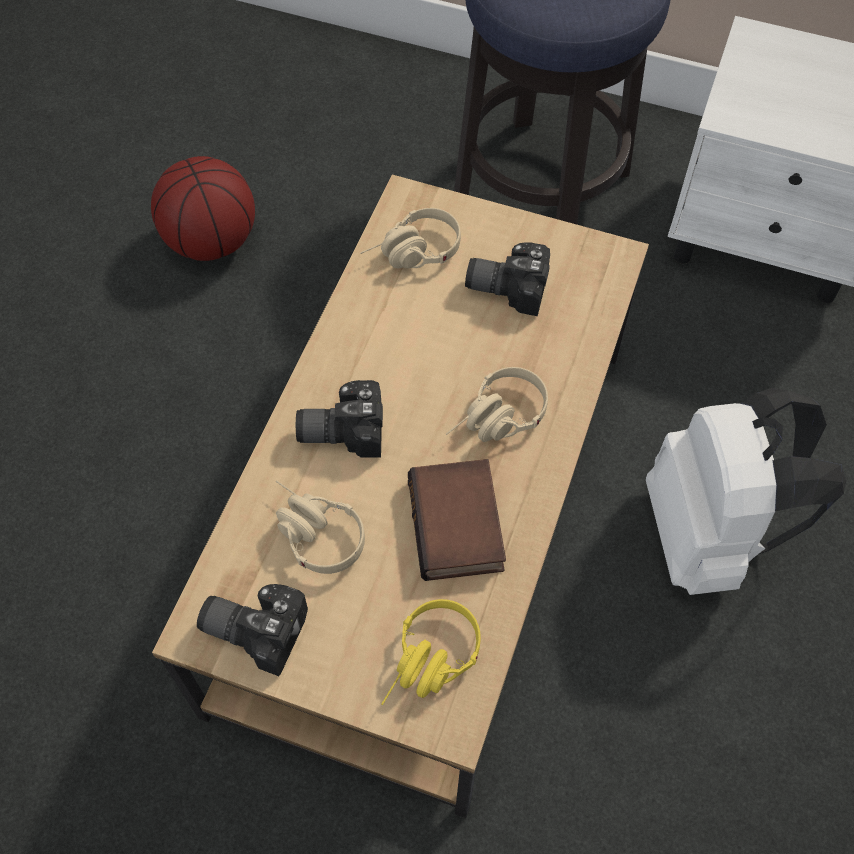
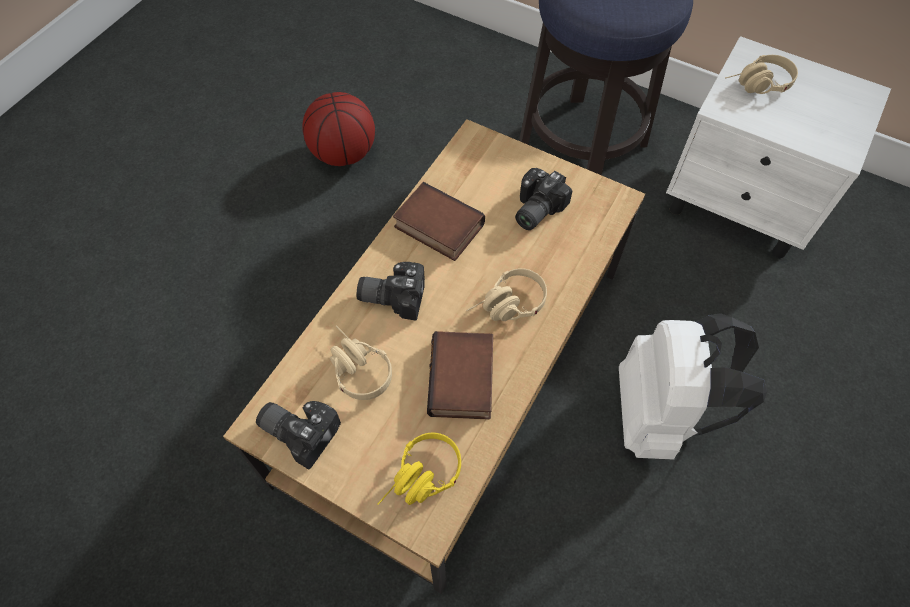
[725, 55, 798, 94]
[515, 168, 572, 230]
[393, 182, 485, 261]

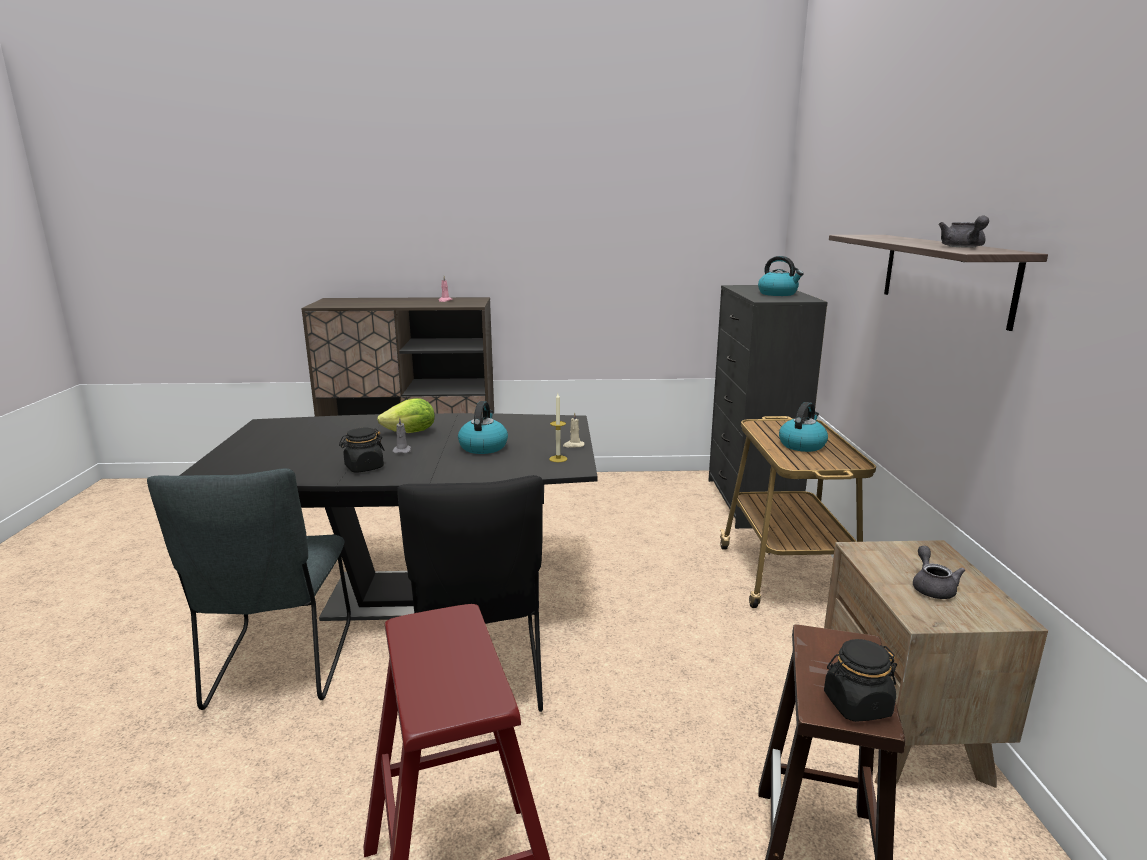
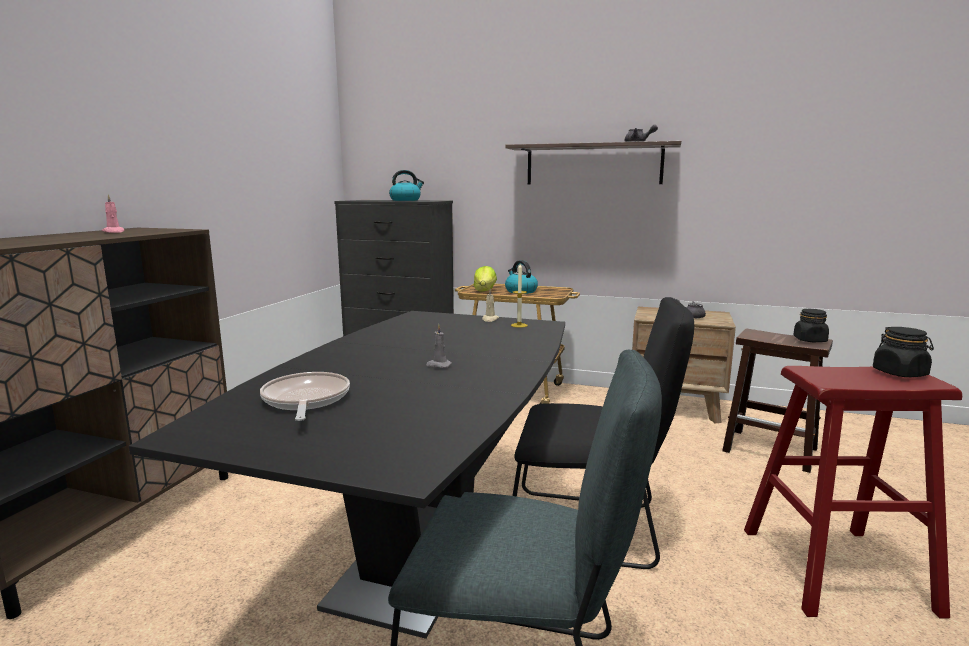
[873, 327, 934, 377]
[474, 266, 497, 291]
[458, 401, 508, 454] (first image)
[260, 372, 350, 421]

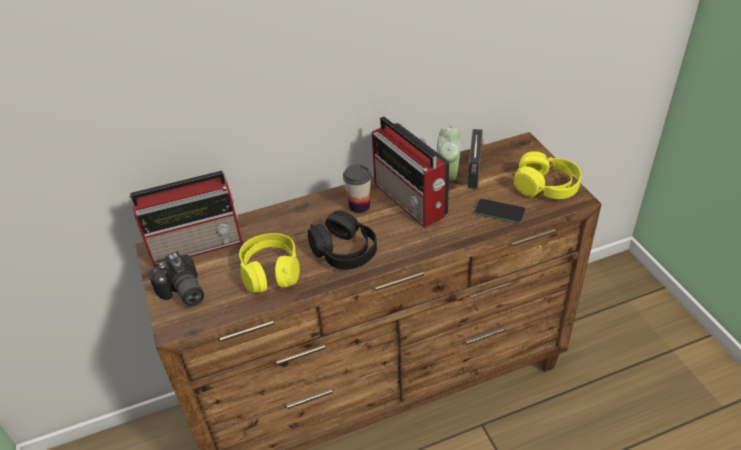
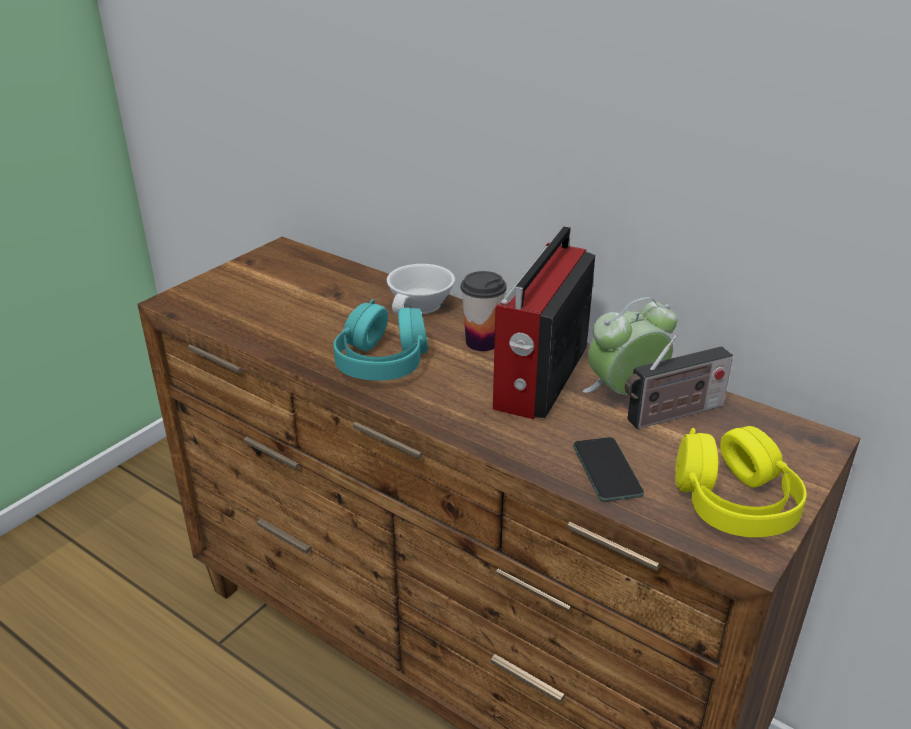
[129, 171, 242, 267] (first image)
[148, 251, 204, 306] (first image)
[239, 233, 300, 293] (first image)
[333, 299, 428, 381]
[387, 264, 455, 315]

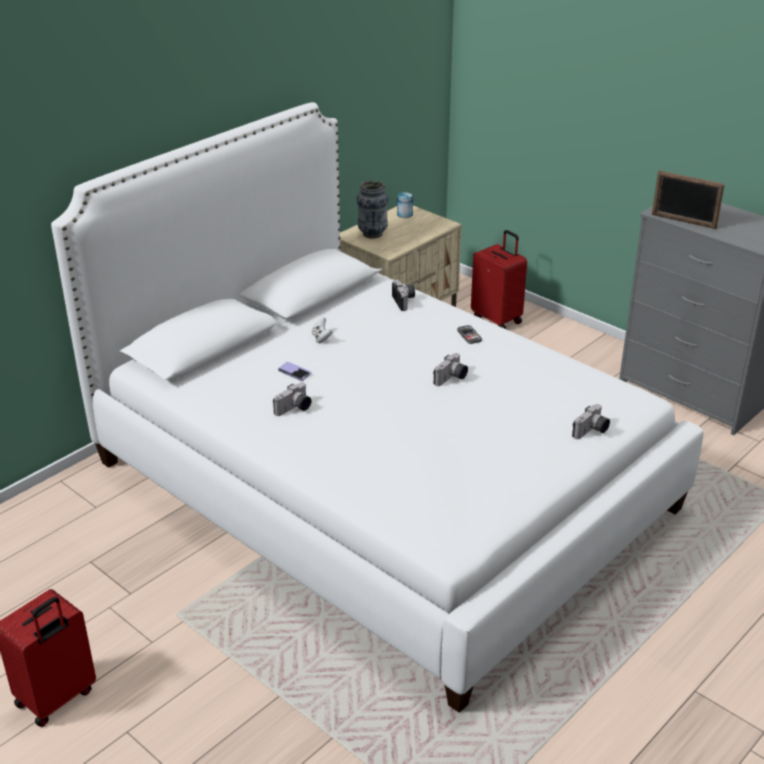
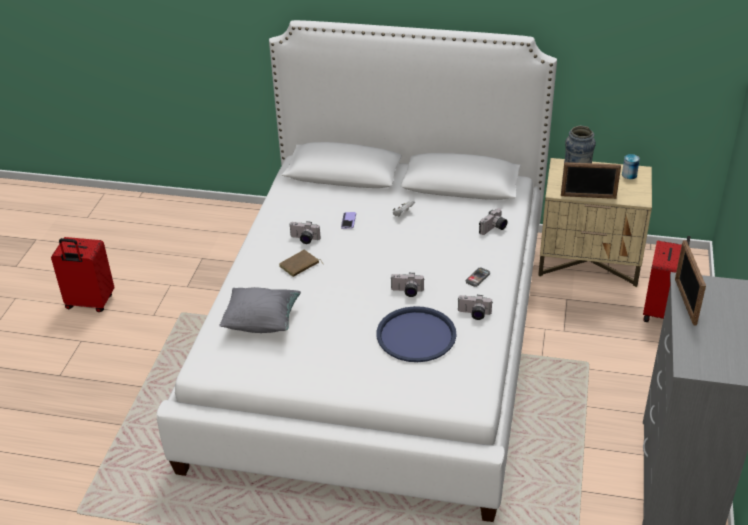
[458, 295, 492, 320]
[219, 287, 301, 333]
[279, 250, 323, 277]
[377, 306, 457, 362]
[561, 162, 621, 199]

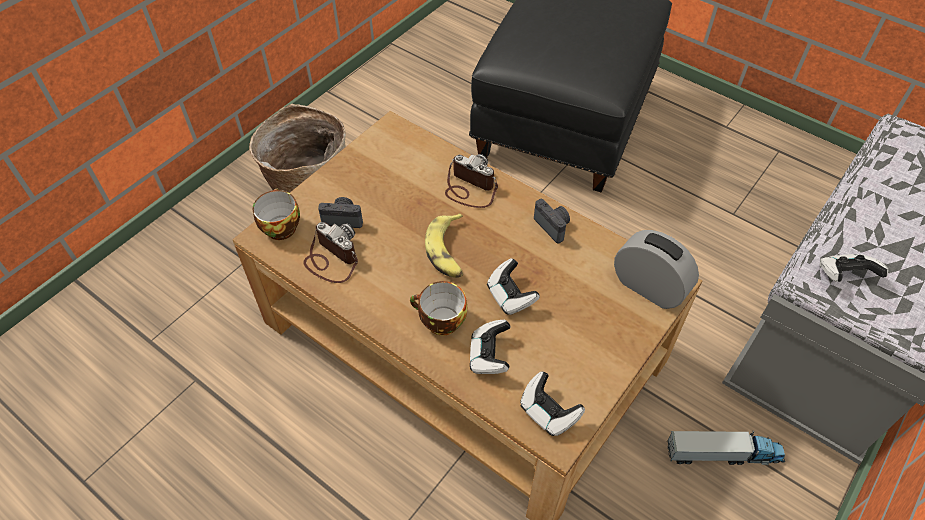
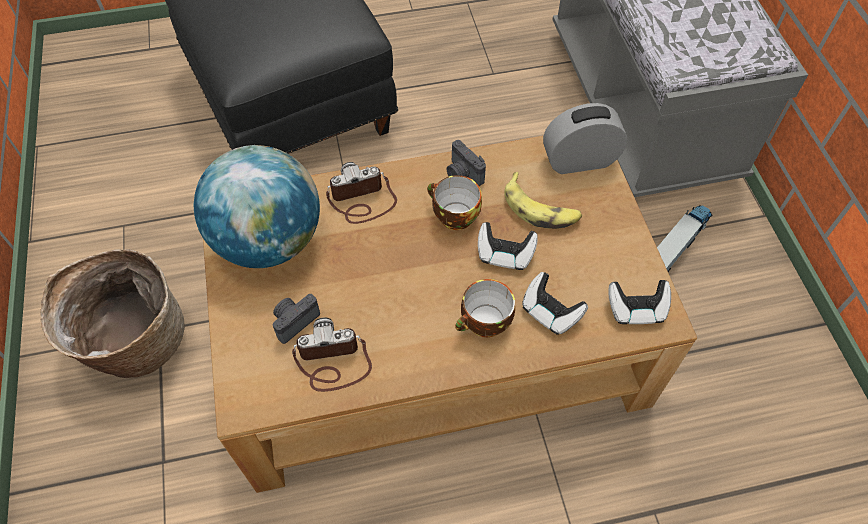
[427, 175, 482, 230]
[505, 172, 582, 229]
[447, 140, 486, 186]
[820, 254, 889, 282] (first image)
[193, 145, 320, 268]

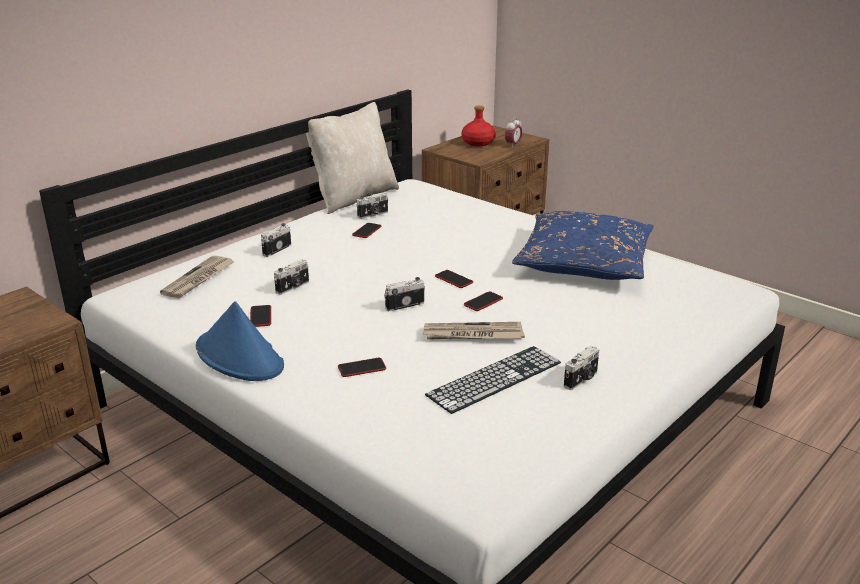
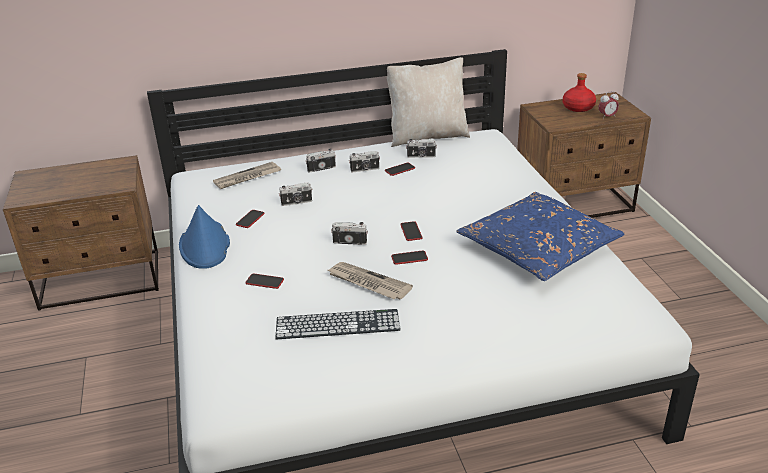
[349, 151, 380, 172]

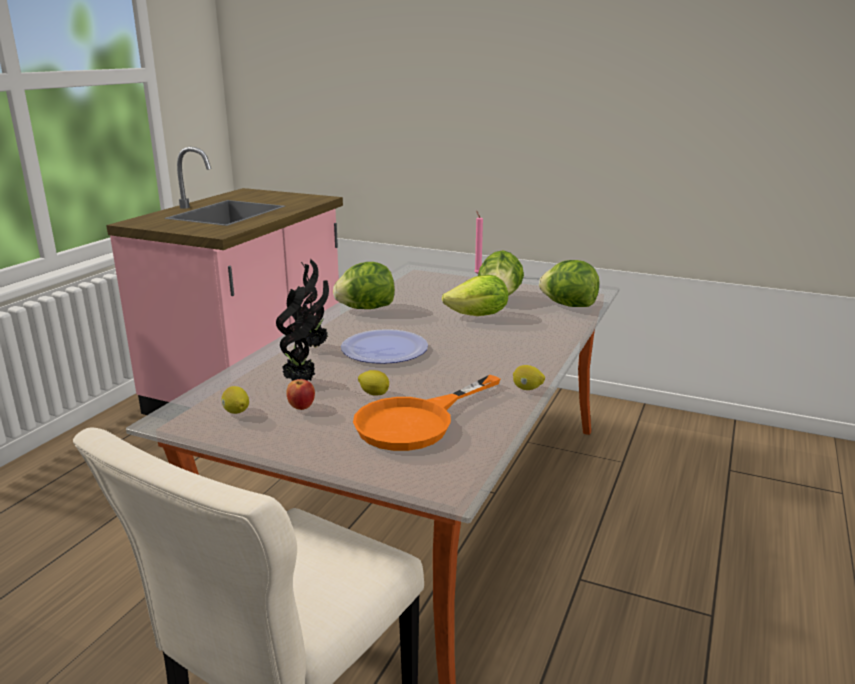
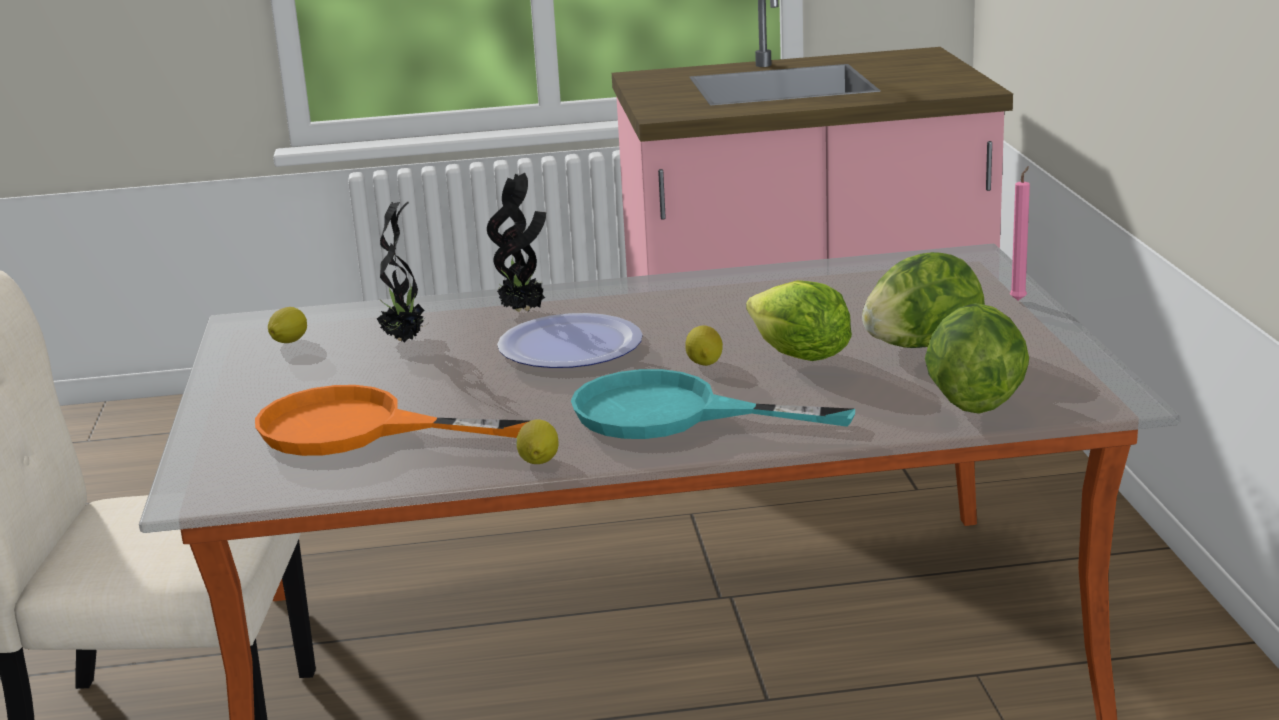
[286, 379, 315, 410] (first image)
[333, 262, 395, 309] (first image)
[685, 325, 723, 366]
[571, 369, 855, 439]

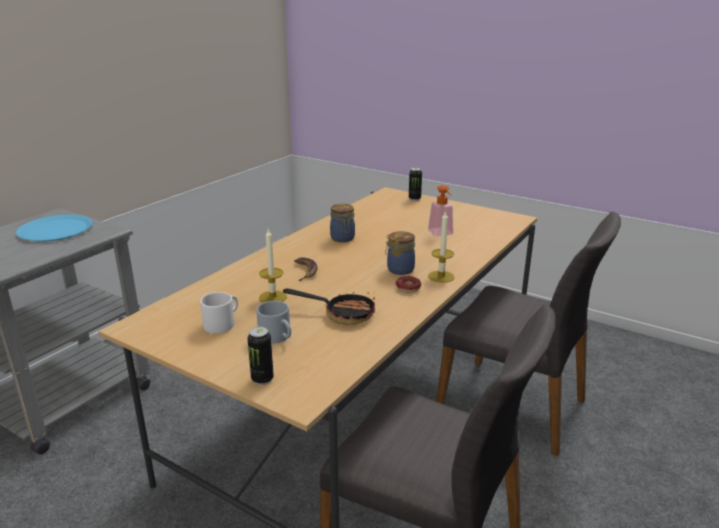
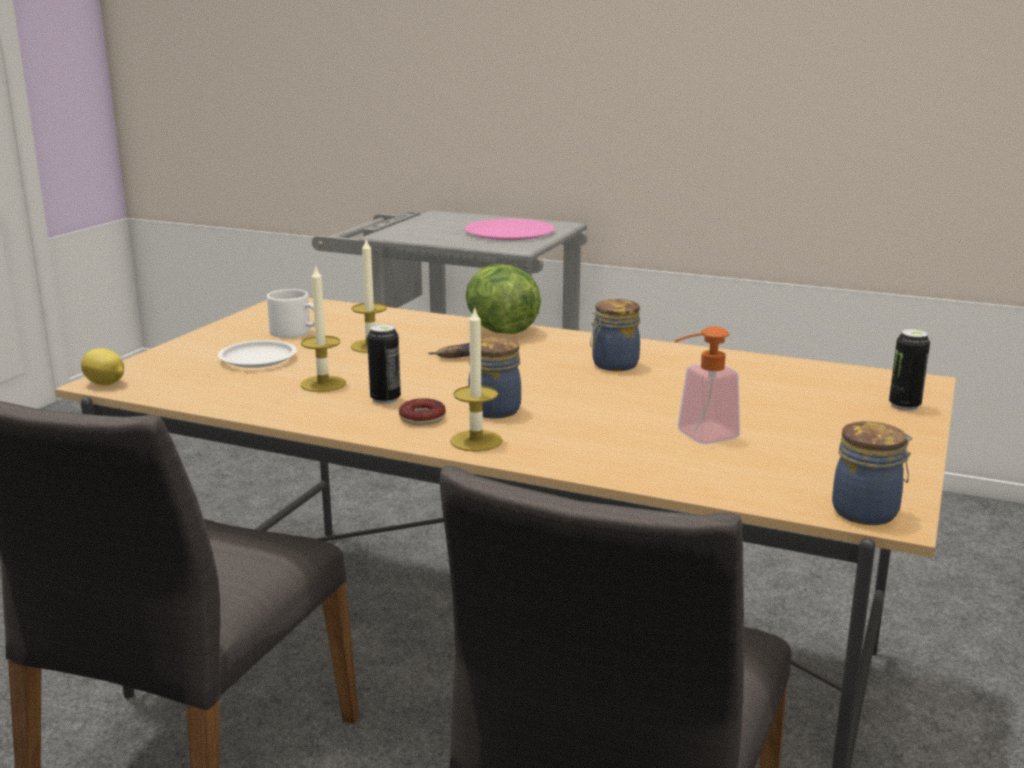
[465, 219, 555, 240]
[367, 324, 401, 404]
[218, 340, 297, 368]
[301, 267, 346, 392]
[81, 348, 124, 385]
[466, 264, 541, 334]
[832, 421, 912, 525]

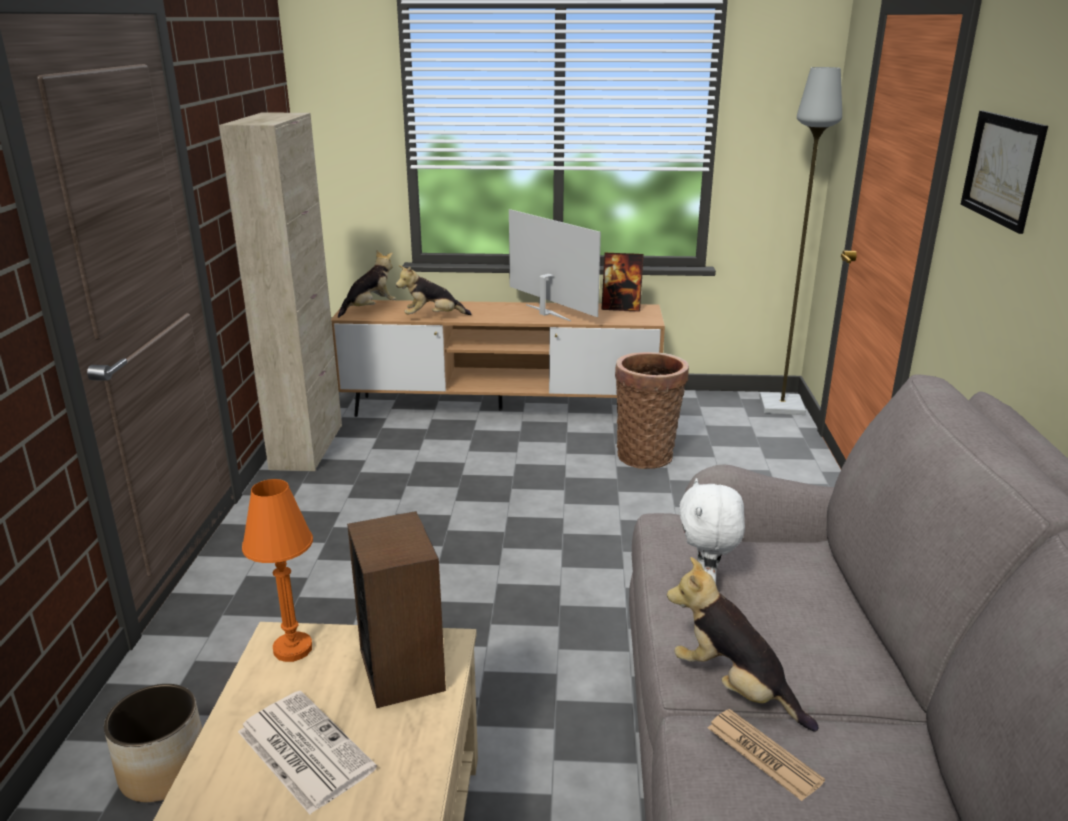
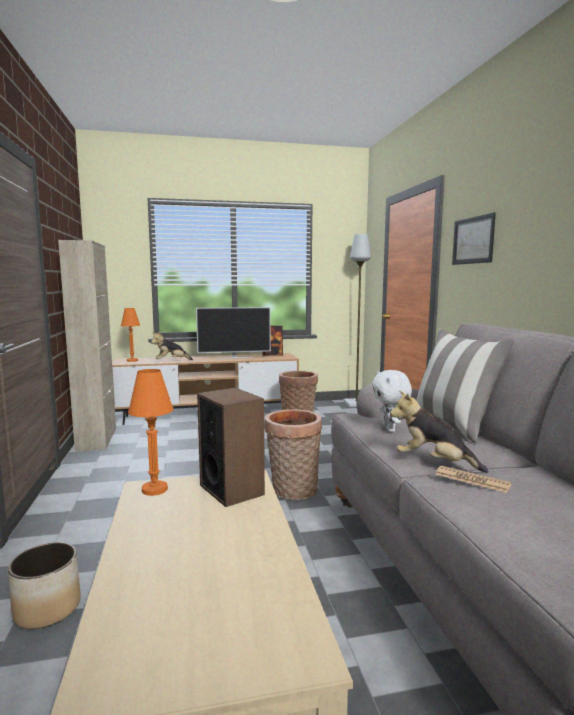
[238, 691, 377, 814] (first image)
[121, 308, 140, 362]
[196, 307, 271, 359]
[265, 409, 322, 500]
[416, 329, 515, 444]

